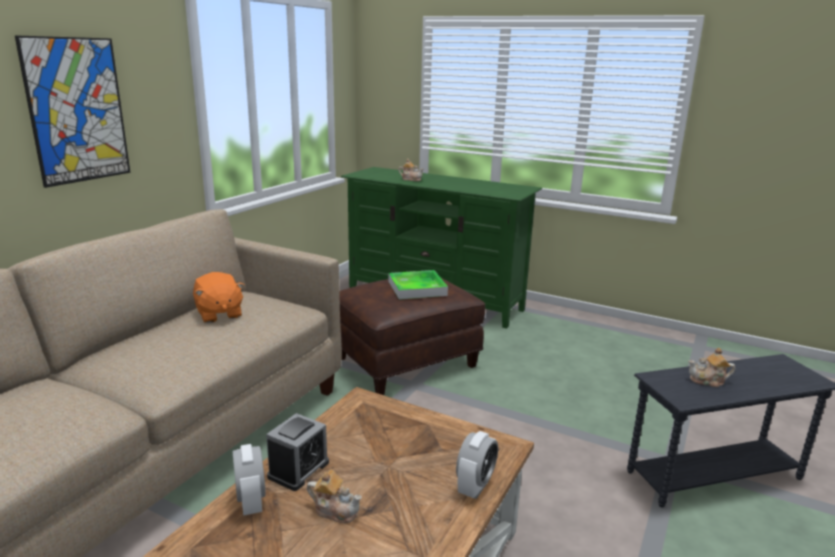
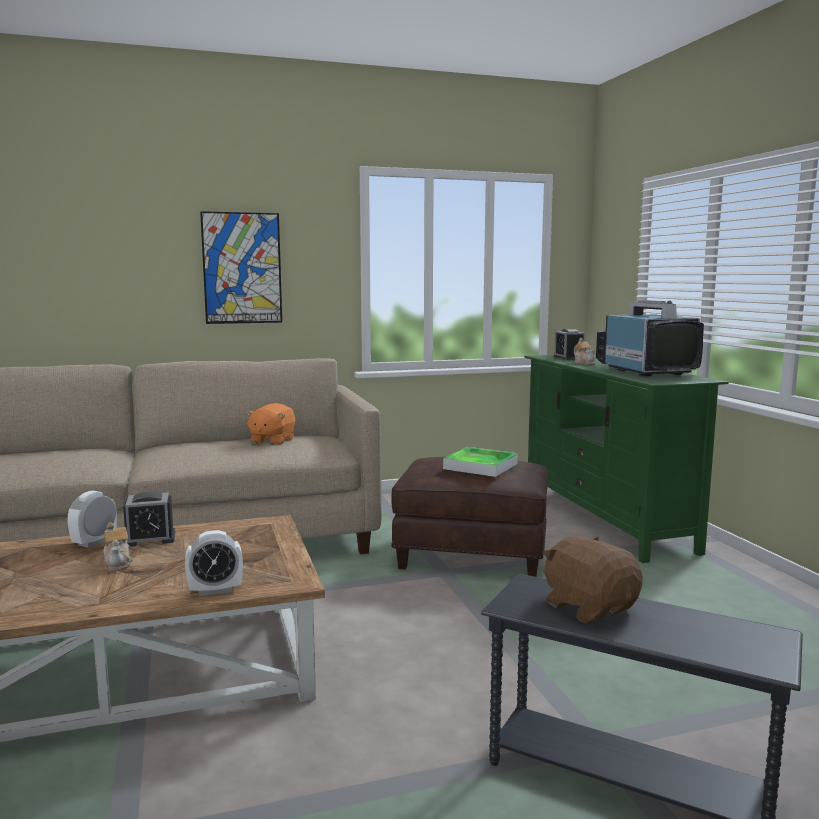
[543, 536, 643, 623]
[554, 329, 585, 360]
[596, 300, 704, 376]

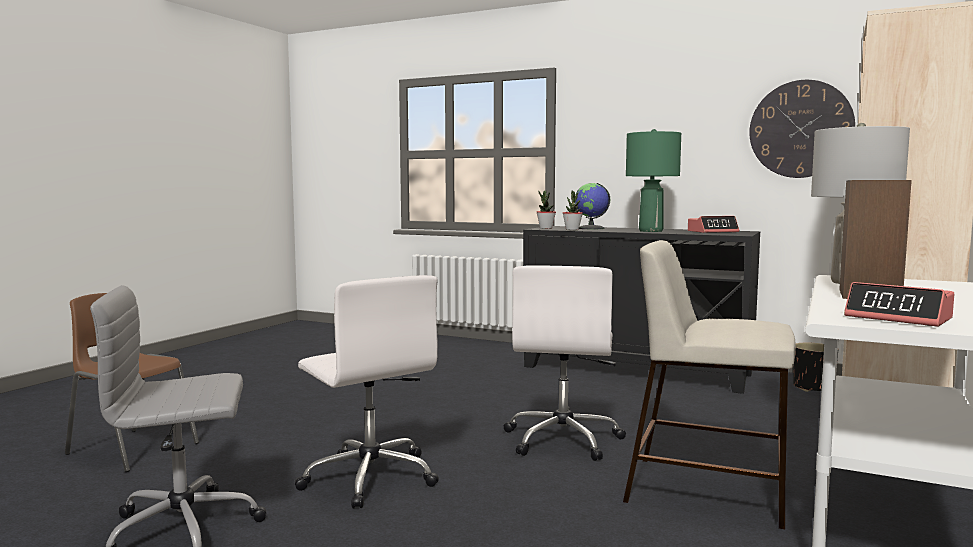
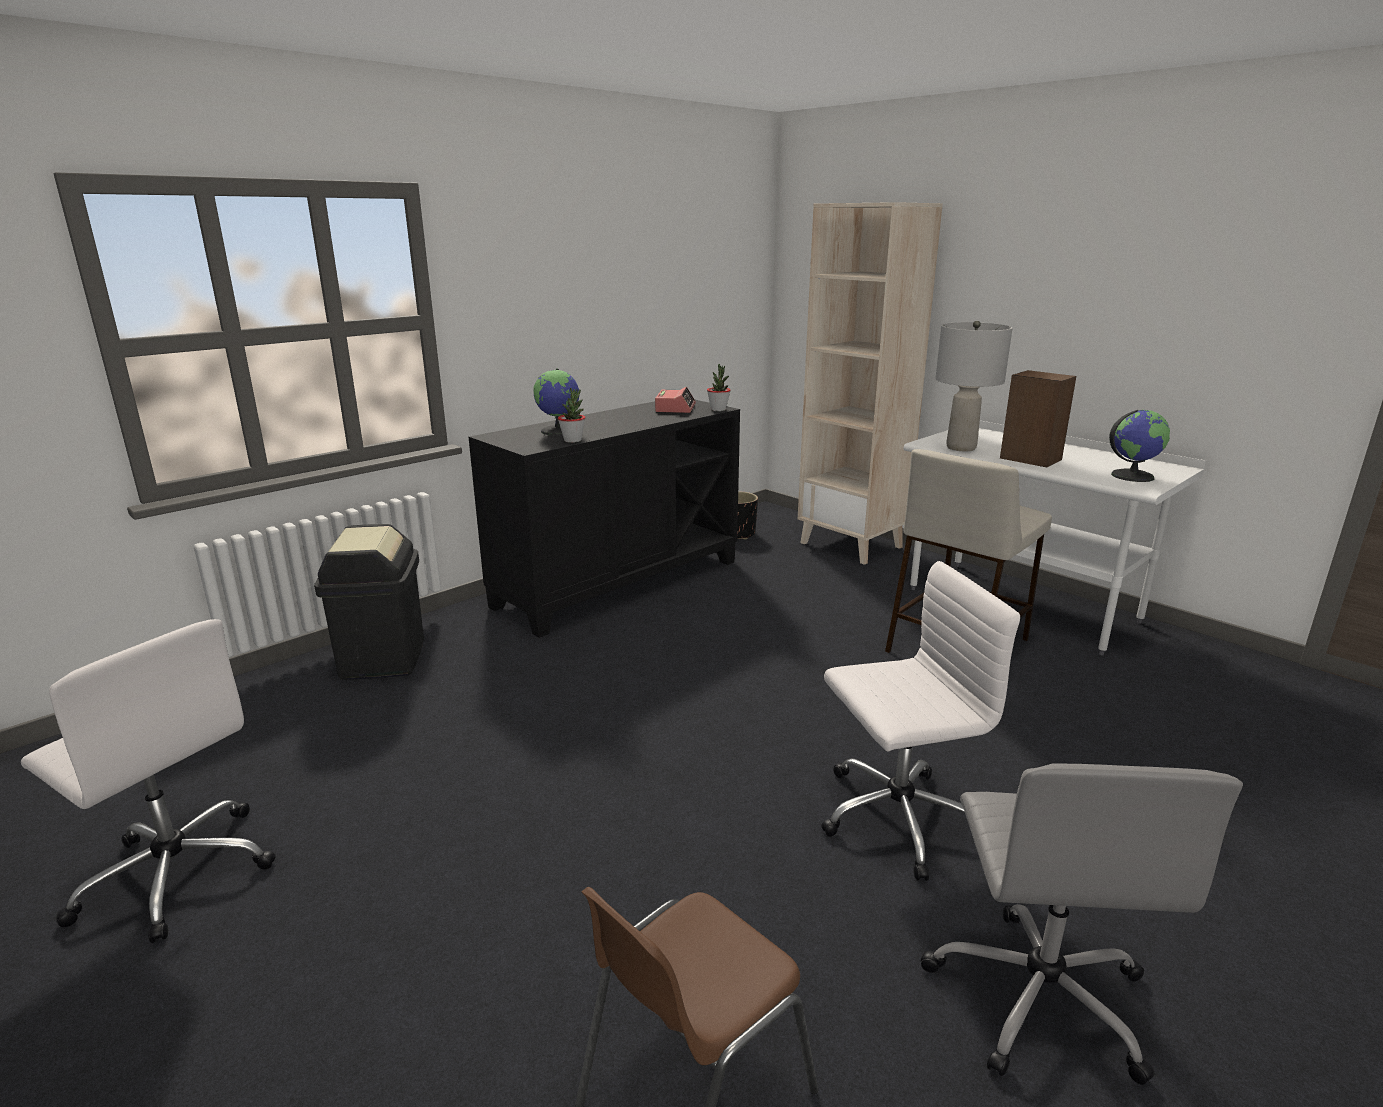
[21, 619, 275, 943]
[707, 364, 731, 411]
[626, 129, 681, 232] (first image)
[749, 80, 855, 178] (first image)
[1109, 410, 1170, 482]
[314, 524, 424, 680]

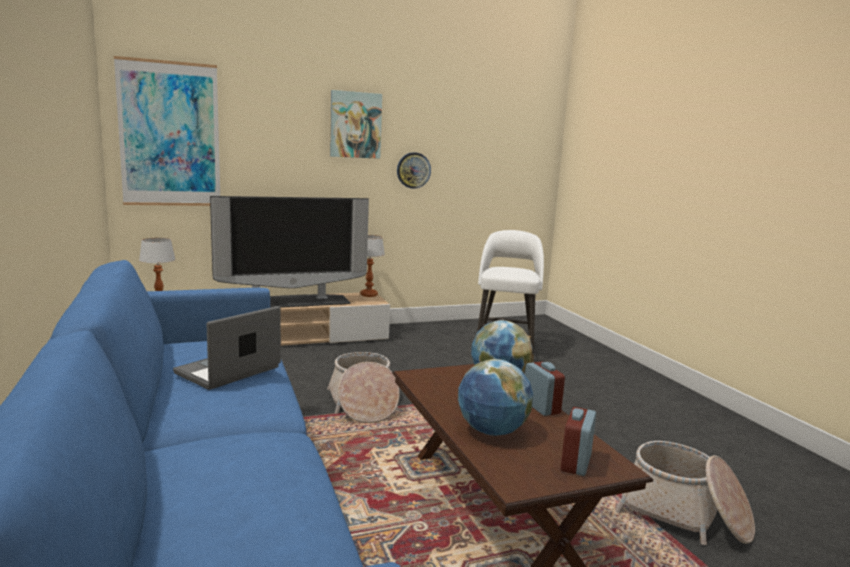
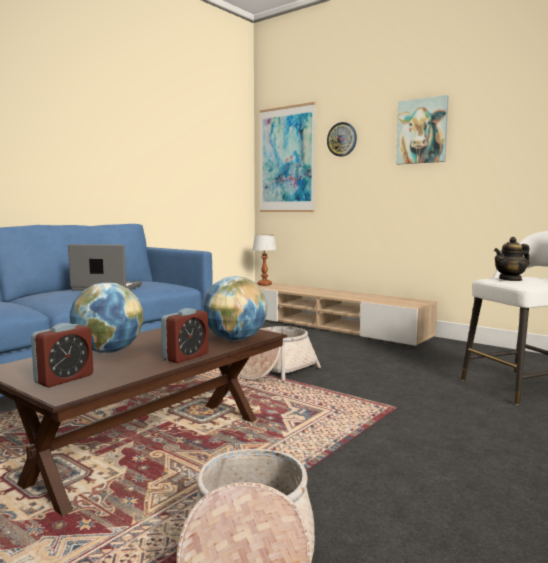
[210, 196, 369, 308] (first image)
[360, 235, 385, 297] (first image)
[327, 122, 357, 157]
[31, 323, 93, 387]
[494, 237, 530, 281]

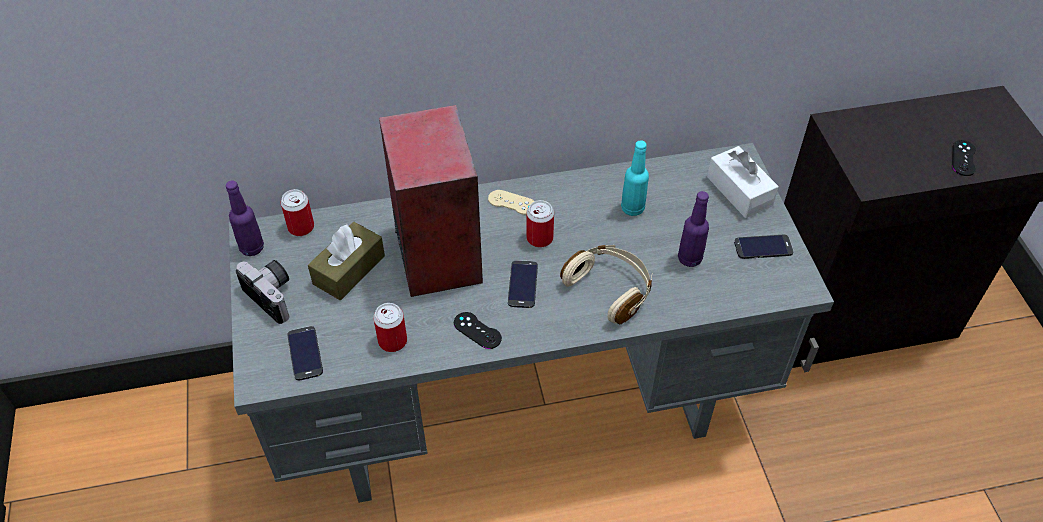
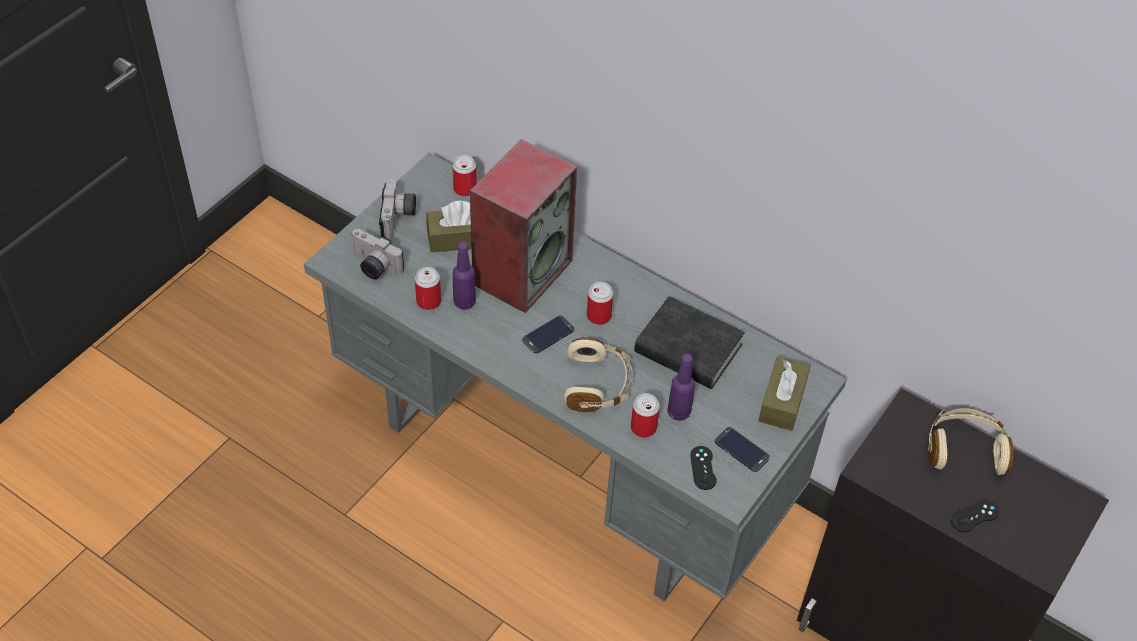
[453, 242, 476, 309]
[351, 229, 404, 279]
[690, 446, 717, 490]
[488, 190, 534, 215] (first image)
[634, 296, 745, 389]
[758, 356, 811, 431]
[631, 393, 660, 438]
[928, 408, 1014, 475]

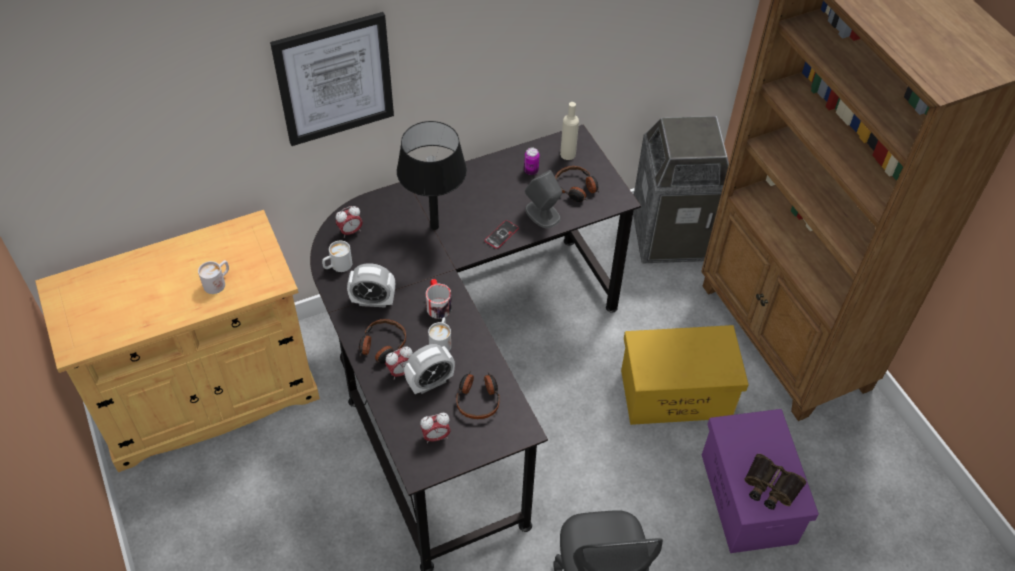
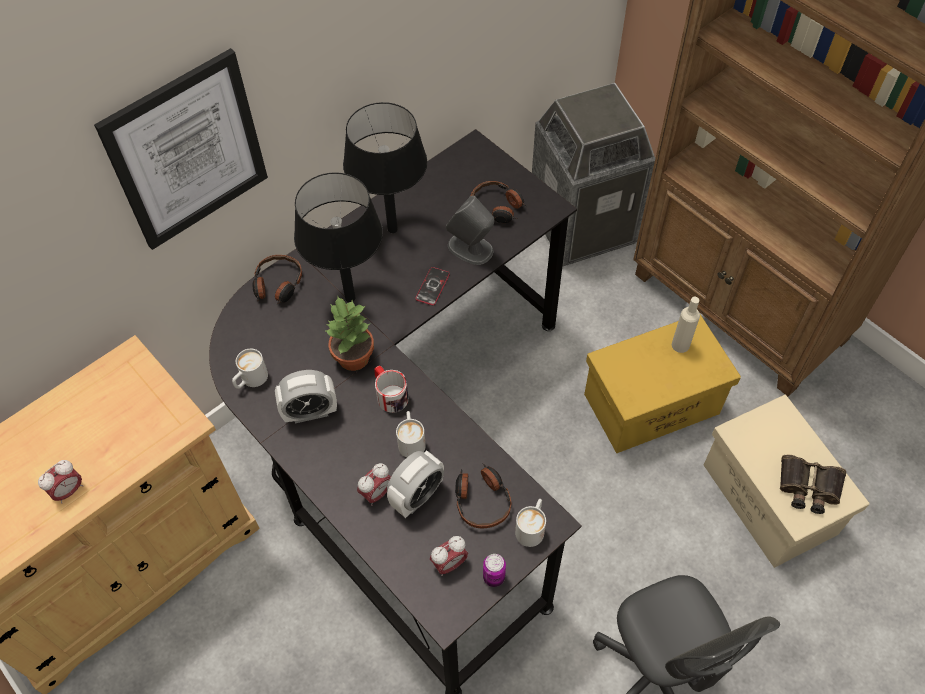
[515, 499, 546, 547]
[38, 460, 83, 504]
[252, 255, 302, 305]
[483, 554, 506, 587]
[672, 297, 700, 353]
[704, 395, 870, 568]
[324, 295, 374, 371]
[343, 102, 428, 233]

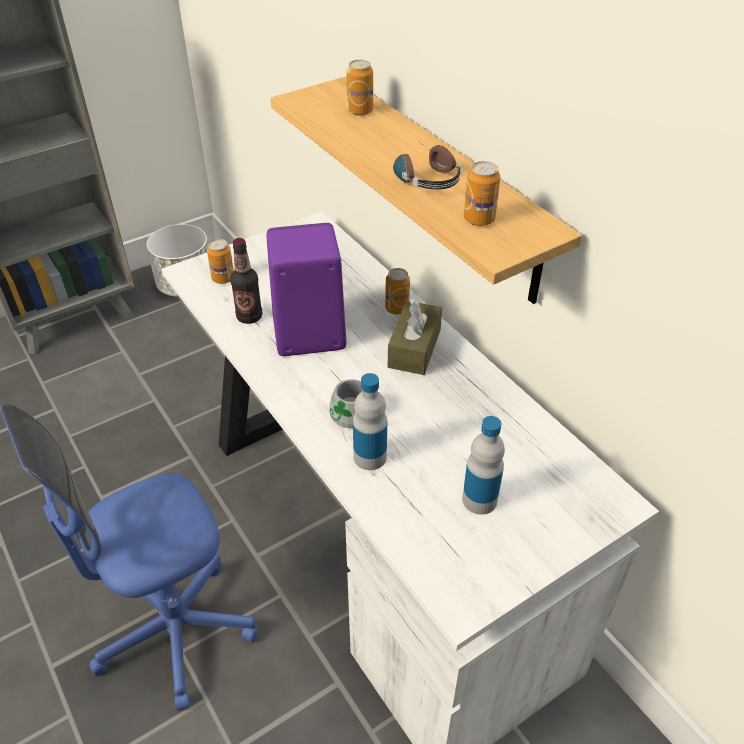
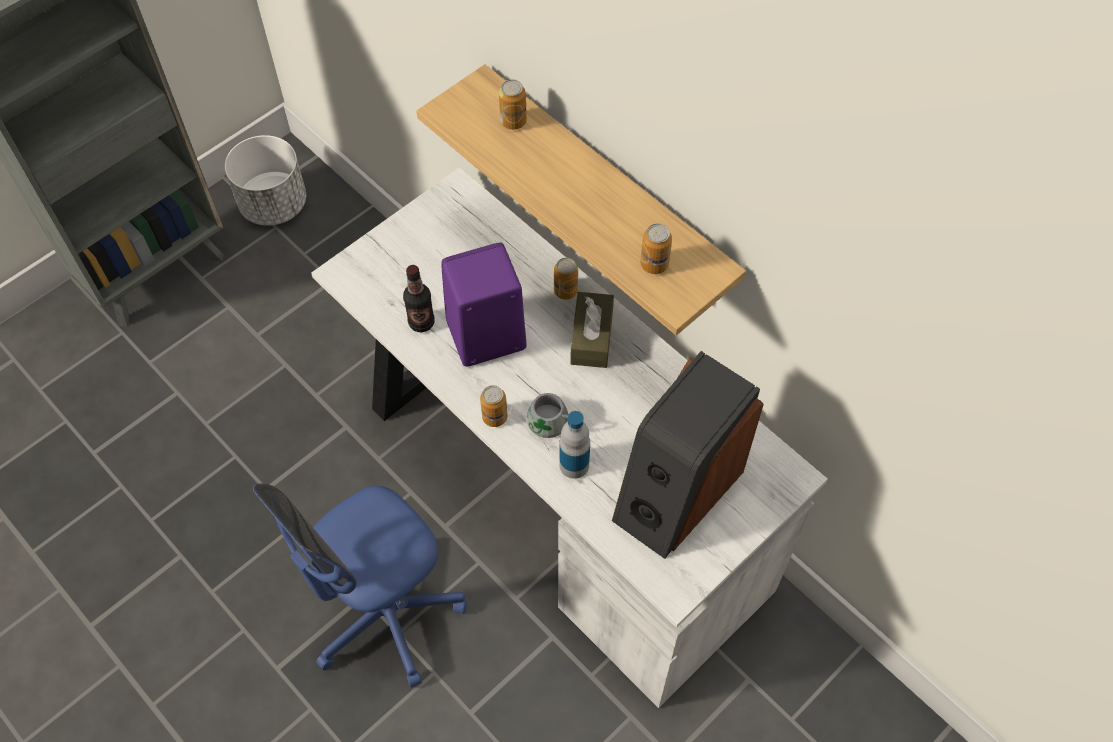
[480, 385, 508, 427]
[393, 140, 461, 189] (first image)
[612, 351, 764, 559]

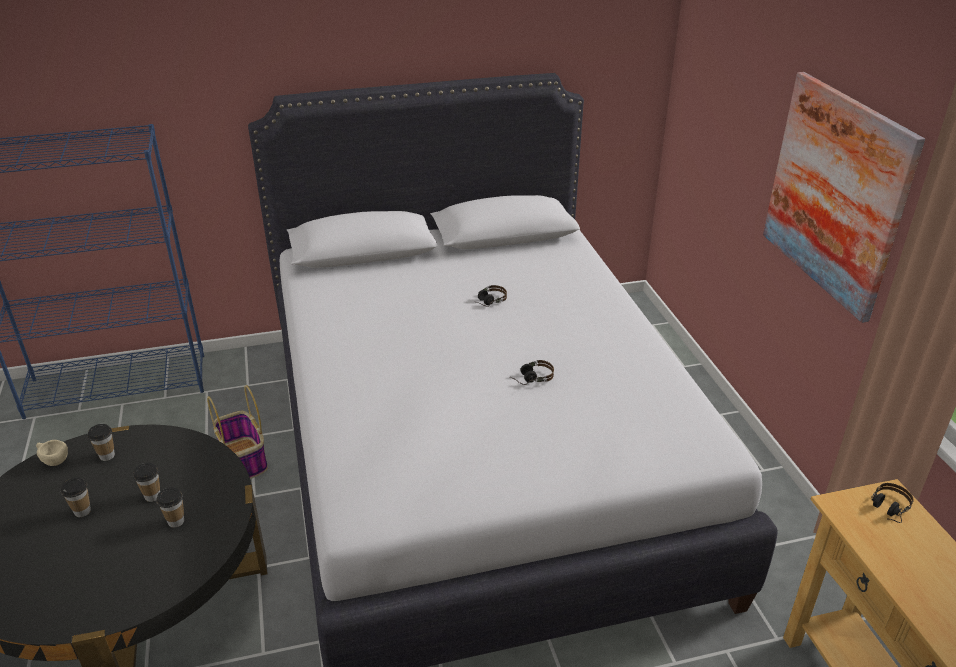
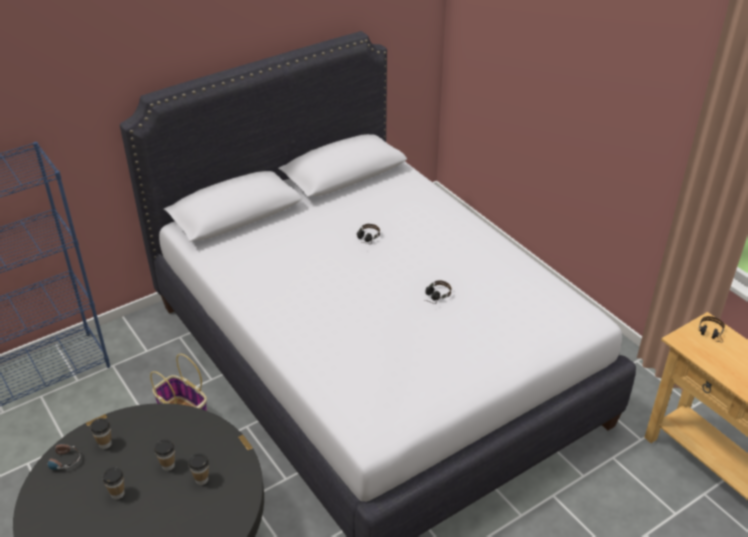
[47, 444, 80, 470]
[763, 72, 925, 323] (first image)

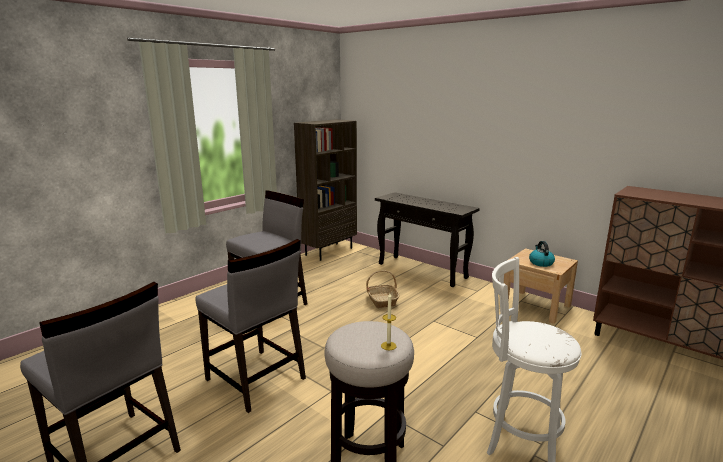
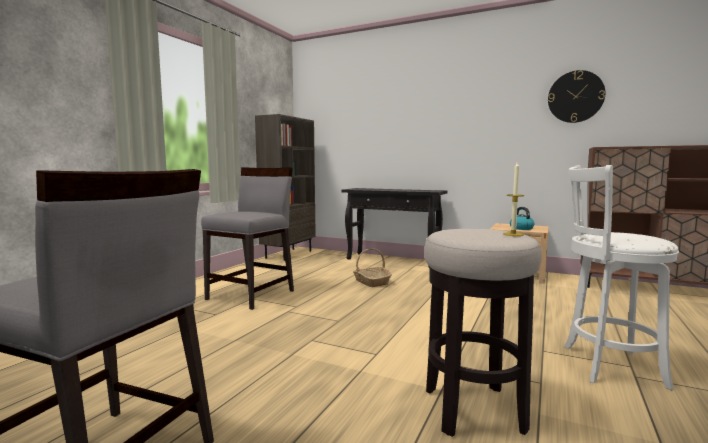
[195, 239, 306, 413] (first image)
[548, 70, 605, 123]

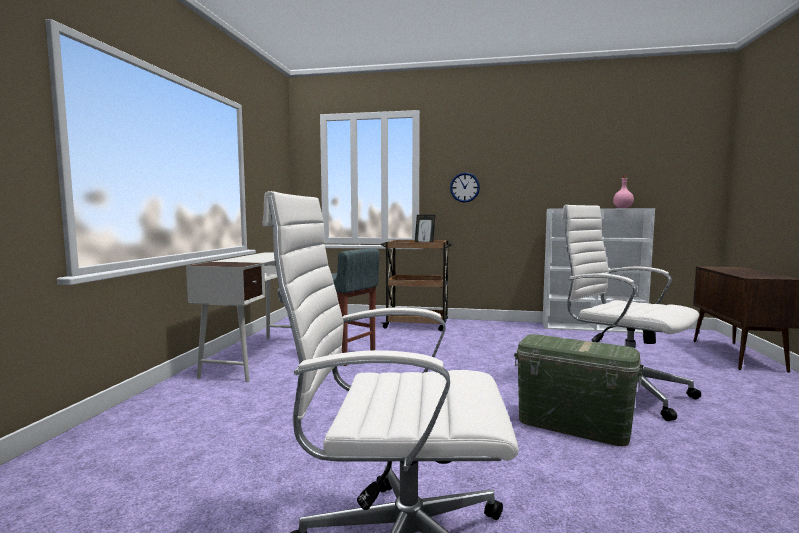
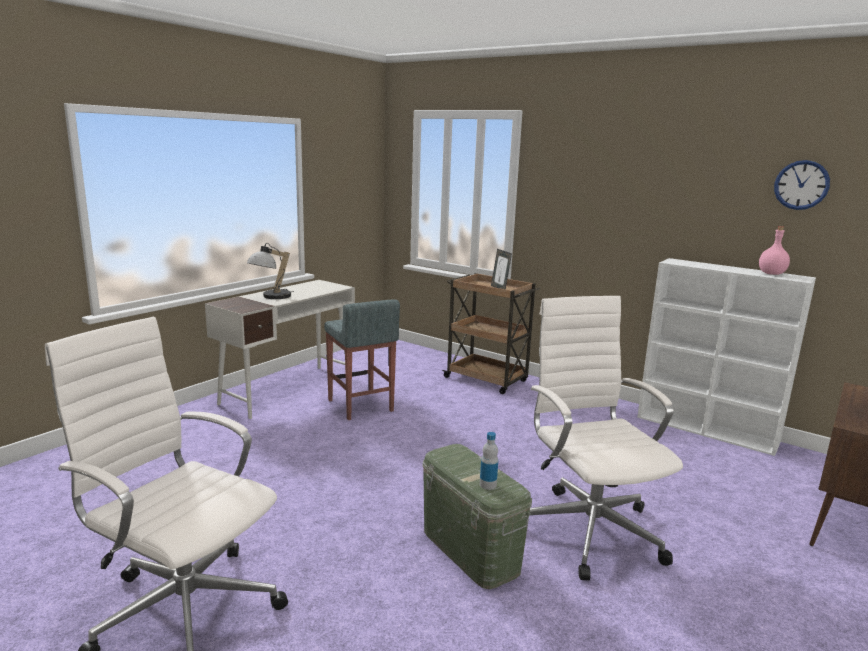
[774, 160, 830, 210]
[247, 243, 294, 299]
[480, 432, 498, 490]

